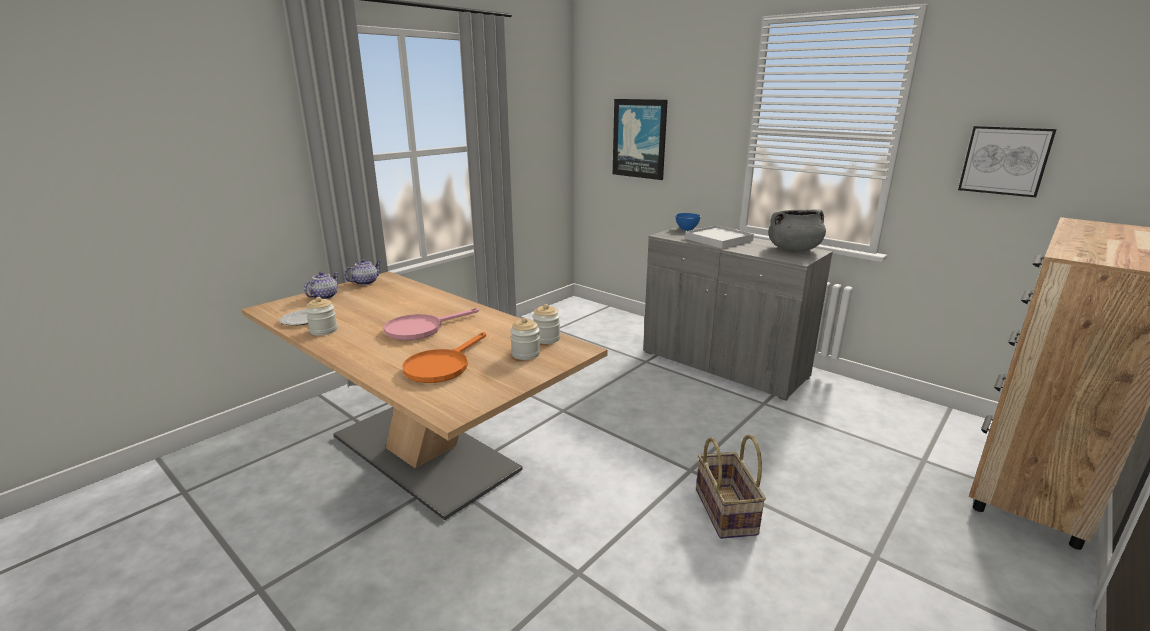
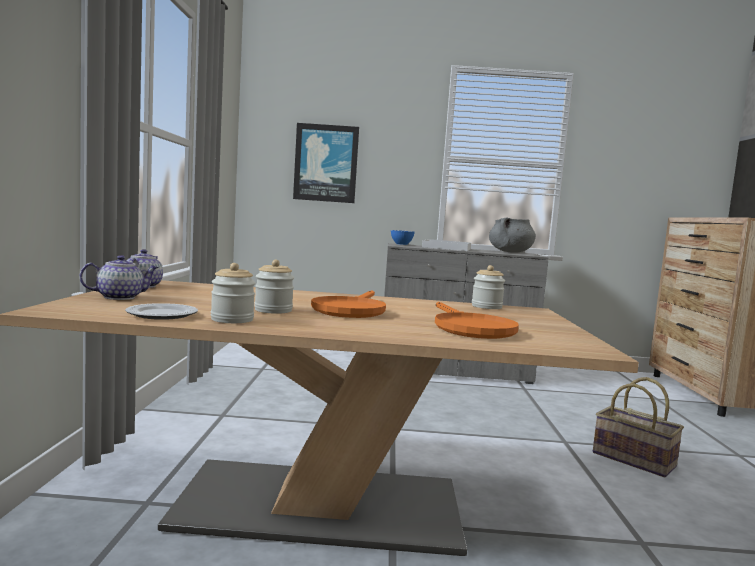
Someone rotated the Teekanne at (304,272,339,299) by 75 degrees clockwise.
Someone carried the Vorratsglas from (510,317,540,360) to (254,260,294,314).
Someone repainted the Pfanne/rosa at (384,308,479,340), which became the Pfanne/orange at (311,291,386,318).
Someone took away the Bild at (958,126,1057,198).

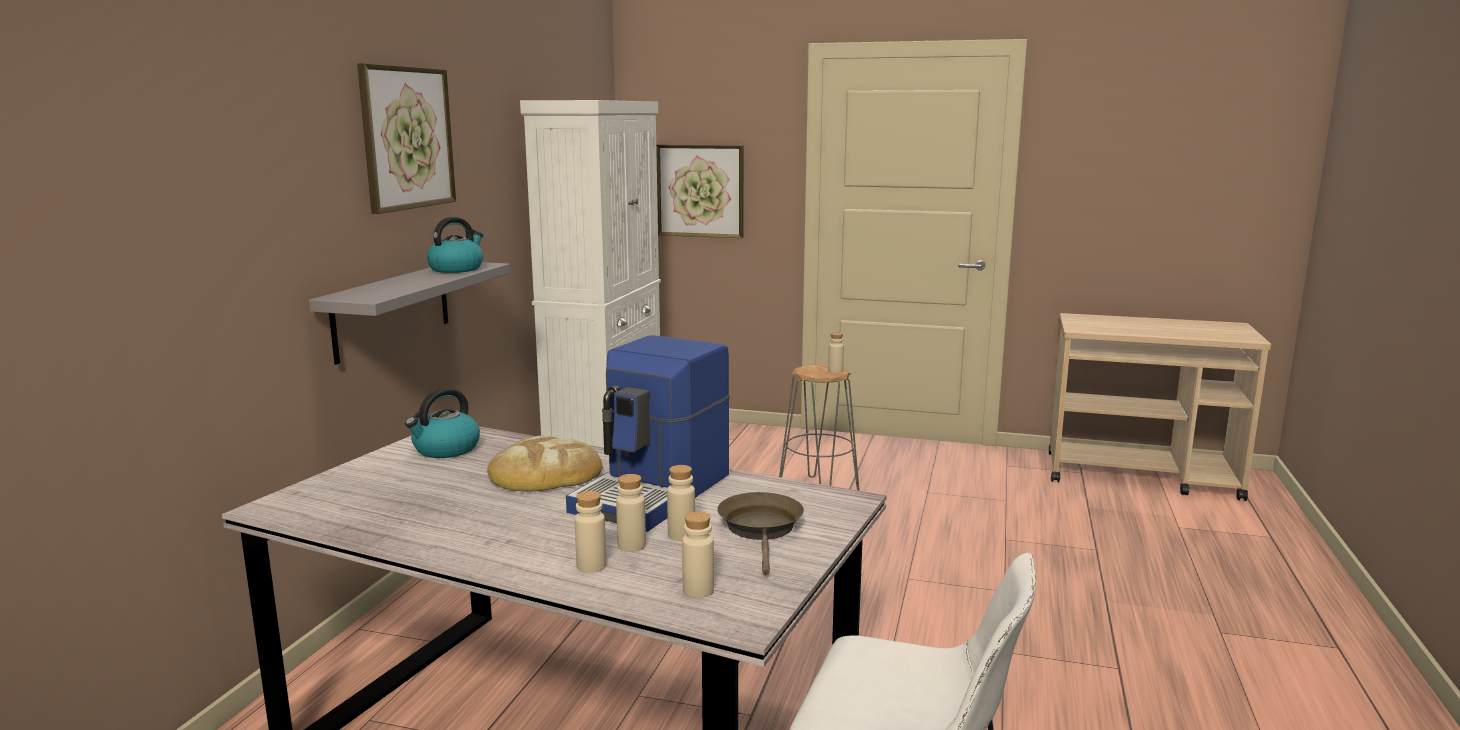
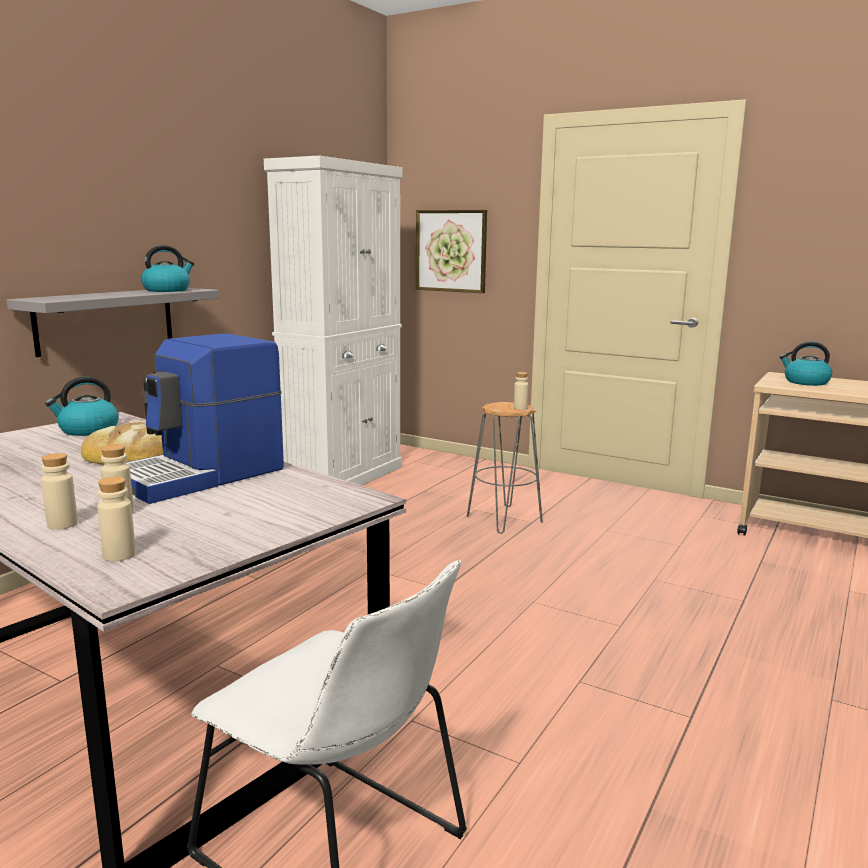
Someone put down the Wasserkessel at (779,342,832,386).
Someone took away the Bild at (357,63,456,214).
Someone took away the Flasche/beige at (667,465,695,541).
Someone took away the Pfanne/braun at (717,492,804,575).

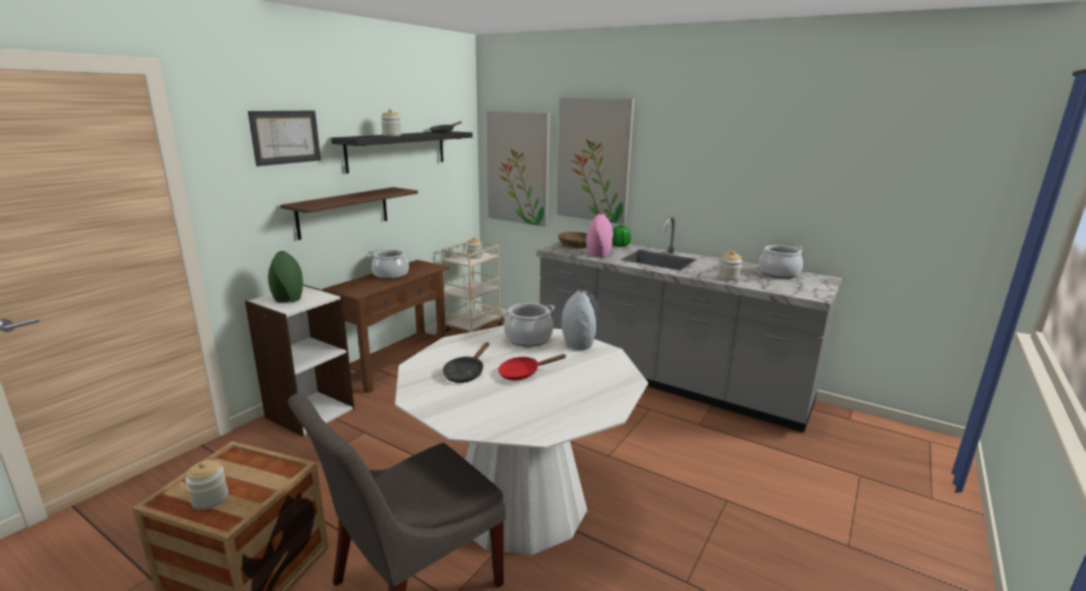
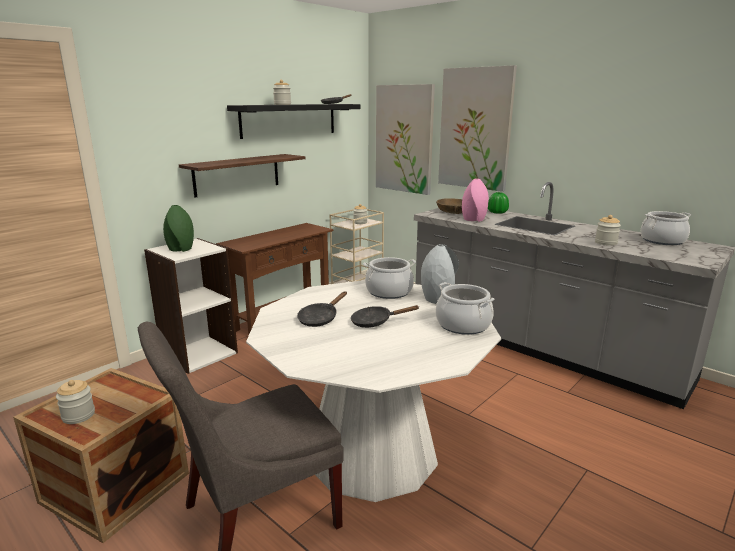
Someone repainted the Pfanne/rot at (498,354,567,380), which became the Pfanne/schwarz at (351,305,419,328).
Someone carried the Kochtopf from (371,249,409,279) to (436,282,494,335).
Someone took away the Bild at (248,110,321,166).

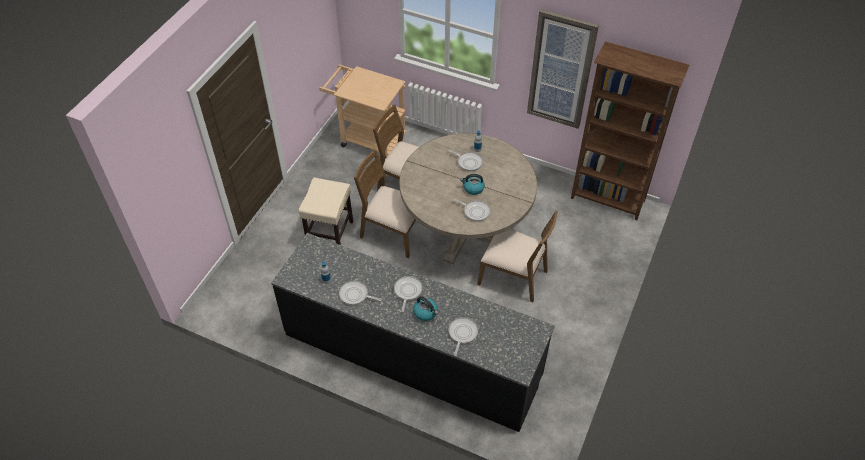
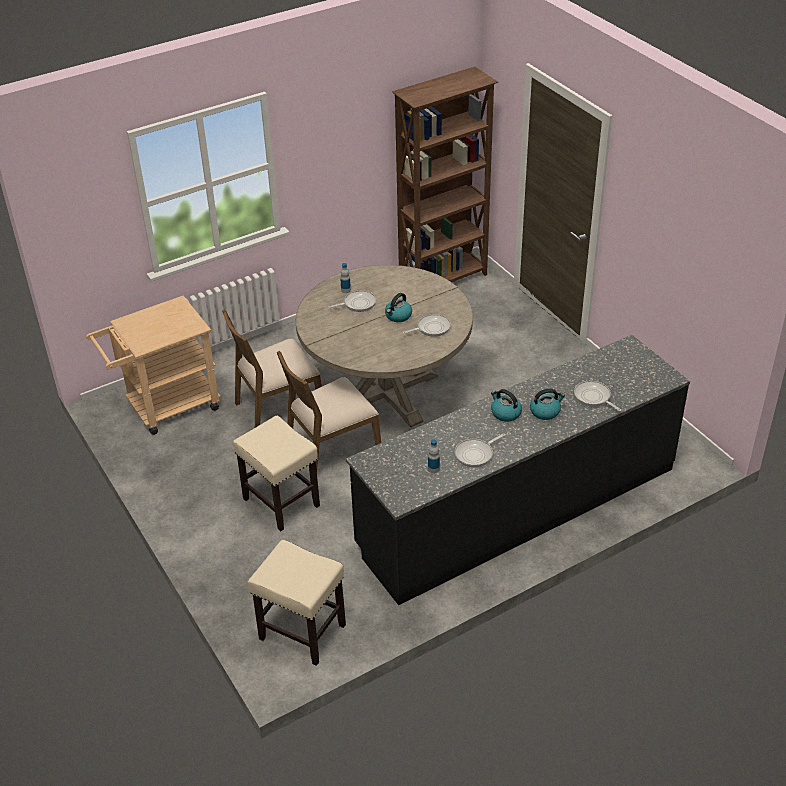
Someone put down the Hocker/beige at (248,540,346,666).
Someone swapped the Pfanne at (394,276,423,312) for the Wasserkessel at (491,389,522,422).
Someone took away the Stuhl/braun at (477,211,558,302).
Someone took away the Bild at (527,9,599,129).

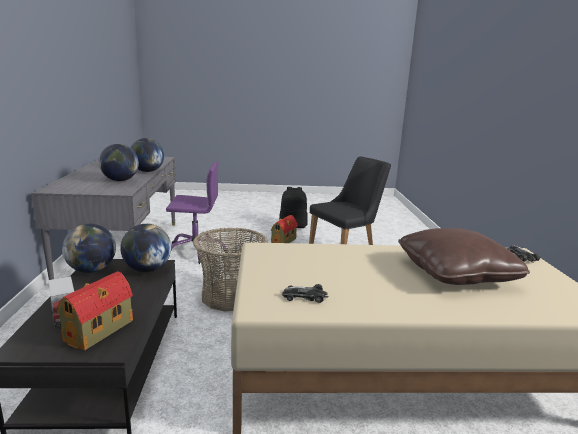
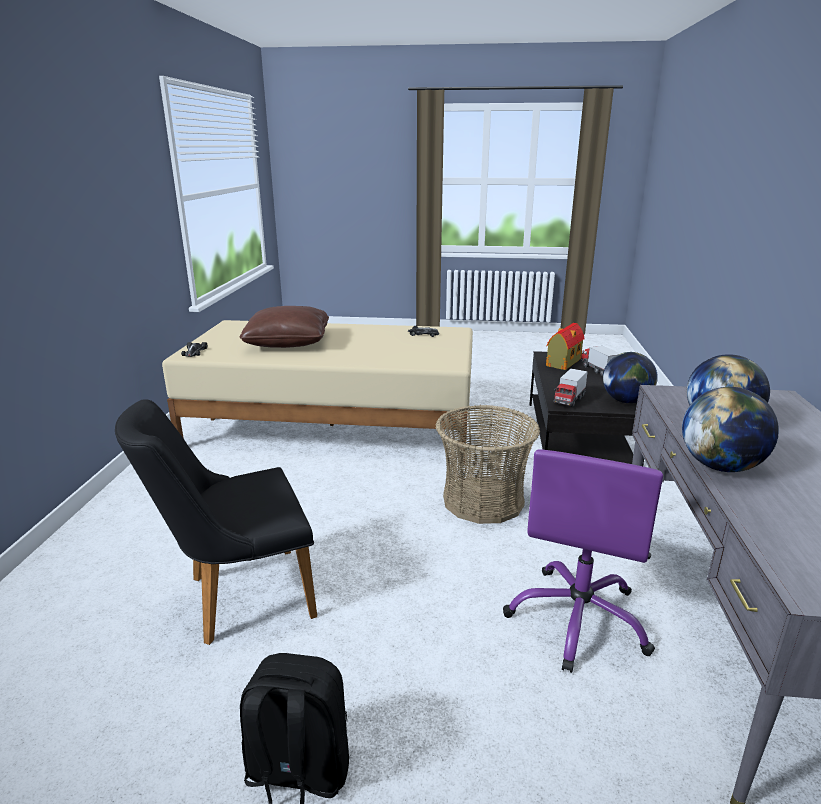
Someone rotated the Bürostuhl/lila at (166,161,229,264) by 75 degrees counterclockwise.
Someone swapped the Globus at (120,224,171,272) for the Spielzeuglaster at (554,368,588,407).
Someone took away the Spielzeughaus at (271,215,298,243).

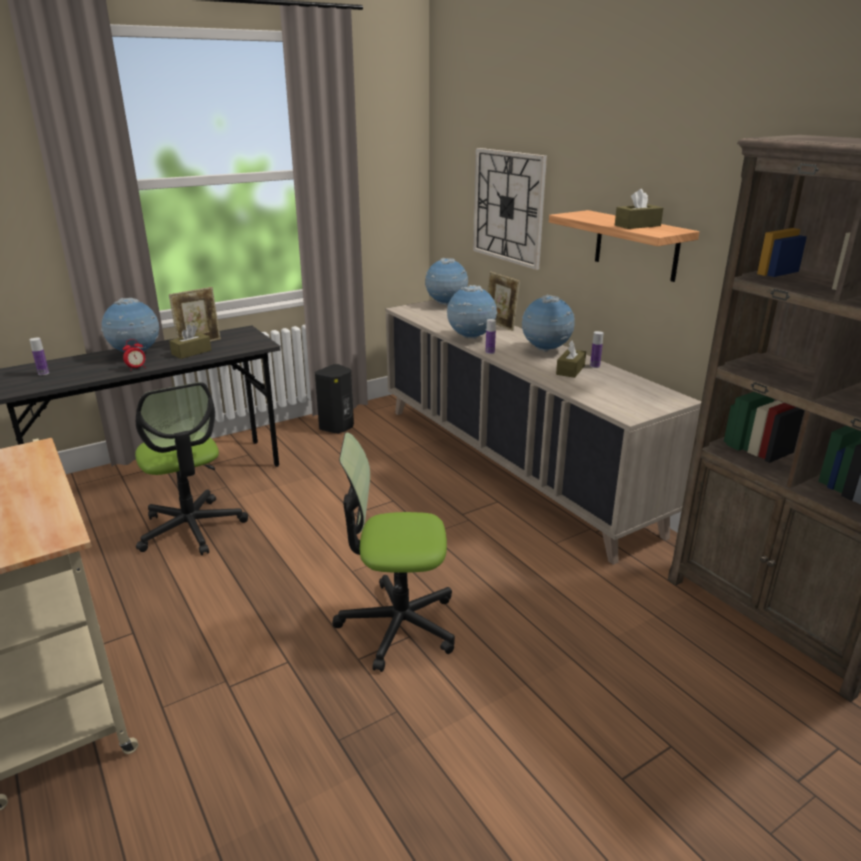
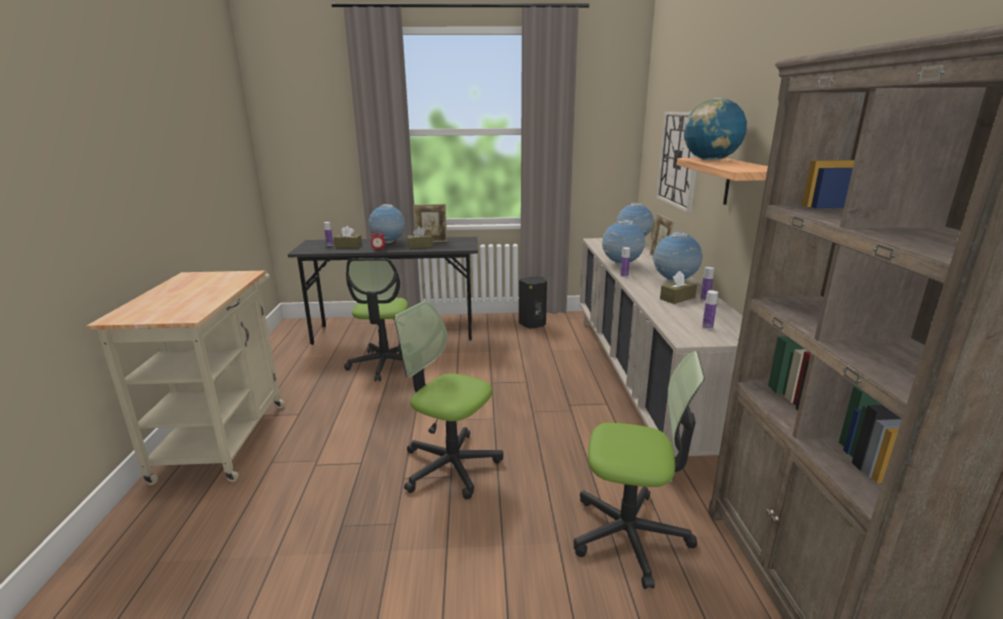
Someone carried the Taschentuchbox/braun from (615,189,663,229) to (334,226,362,248).
Someone put down the Bürostuhl at (574,351,705,589).
Someone put down the Globus at (684,98,747,161).
Someone put down the Flasche at (702,290,718,329).

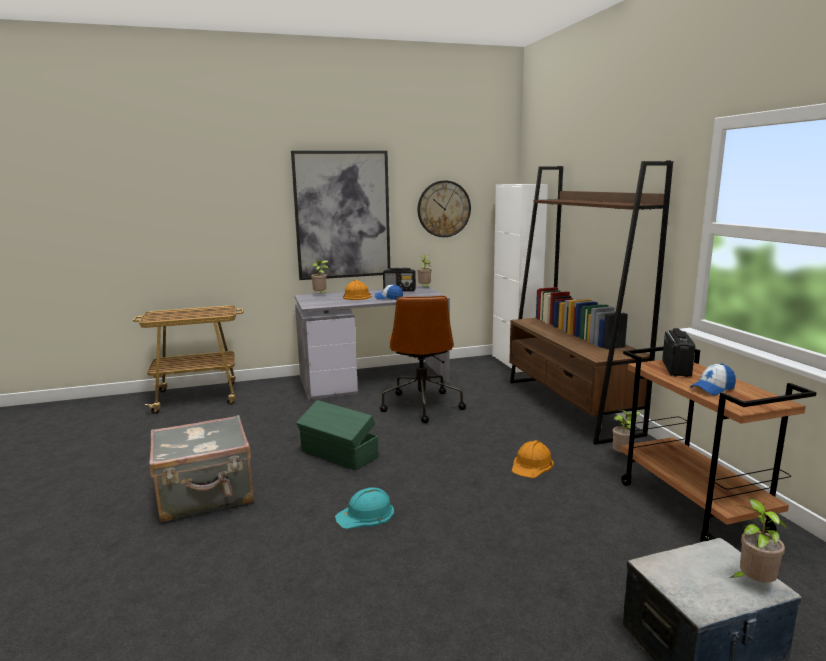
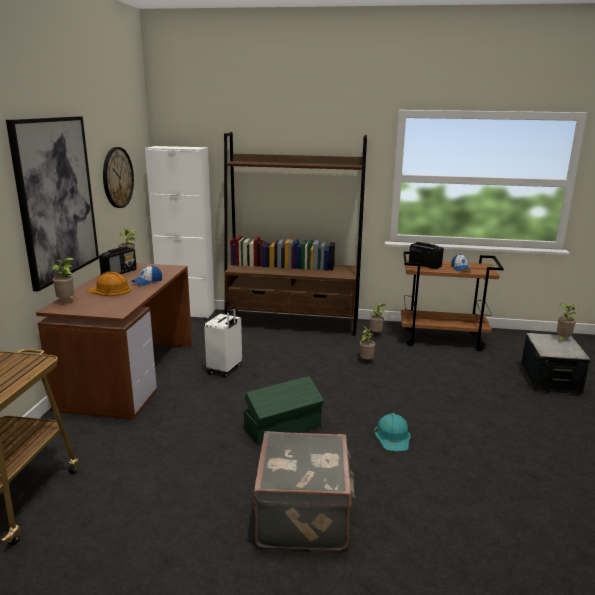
Someone repainted the Schreibtisch/grau at (294,286,450,400), which became the Schreibtisch/braun at (36,263,192,420).
Someone swapped the Bürostuhl/braun at (380,296,466,423) for the Koffer/weiß at (204,306,242,377).
Someone swapped the Schutzhelm/orange at (512,440,554,478) for the Topfpflanze at (360,326,375,360).

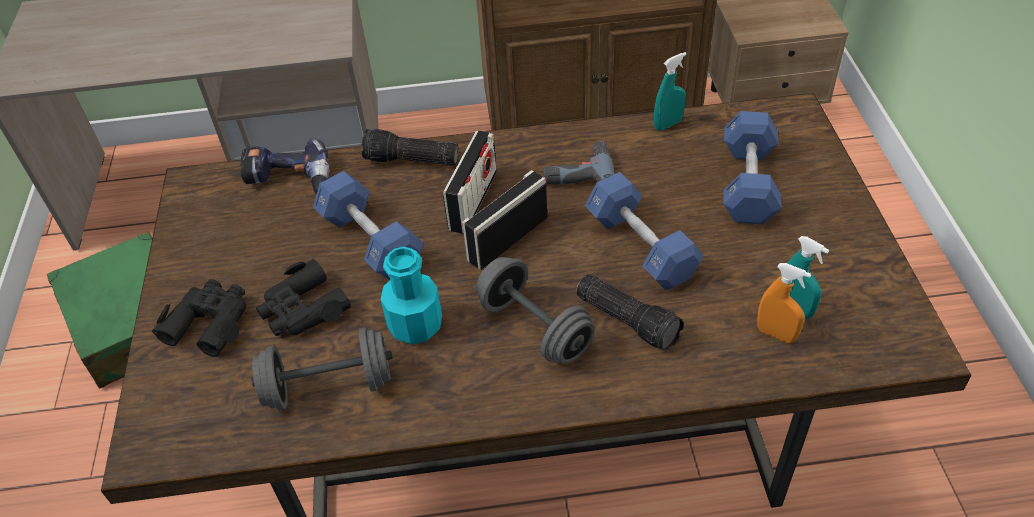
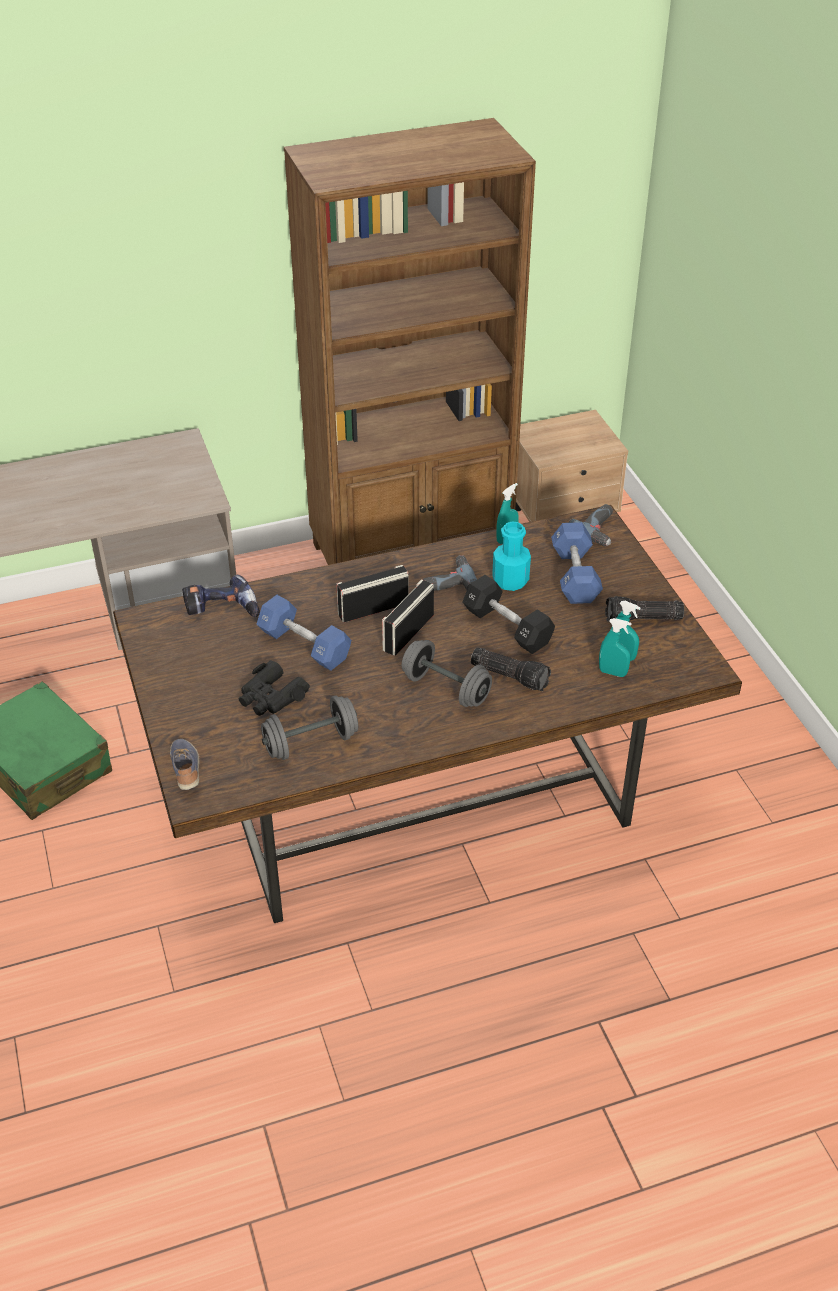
Someone put down the Schuh at (170,739,200,790).
Someone rotated the Radio at (443,131,497,234) by 120 degrees counterclockwise.
Someone repainted the Hantel/blau at (585,172,704,290), which became the Hantel/schwarz at (463,575,555,654).
Someone carried the Flasche/türkis from (380,247,442,344) to (492,521,531,591).
Someone put down the Bohrmaschine at (568,504,613,546).
Someone repainted the Sprühflasche/orange at (757,263,811,343), which became the Sprühflasche/türkis at (599,618,632,677).
Someone carried the Taschenlampe from (362,129,458,166) to (605,596,684,622).
Someone took away the Fernglas/schwarz at (152,279,246,357).

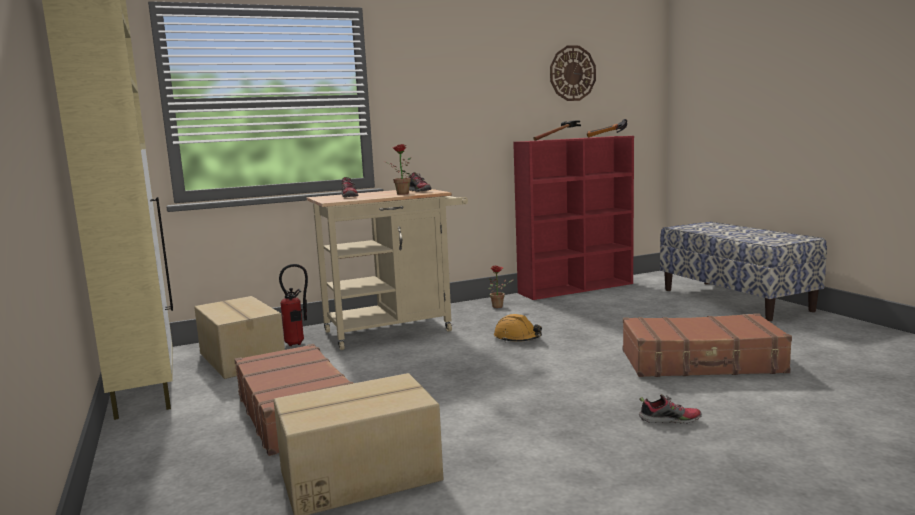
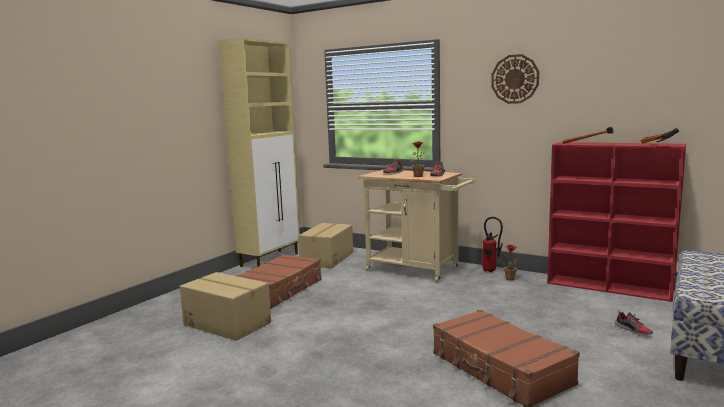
Someone carried the Feuerlöscher from (279,264,308,346) to (482,217,503,272).
Someone carried the Wanduhr from (550,46,596,101) to (491,54,539,104).
Someone carried the Schuh from (639,394,702,424) to (615,310,653,336).
Someone took away the Schutzhelm/orange at (494,314,542,342).

